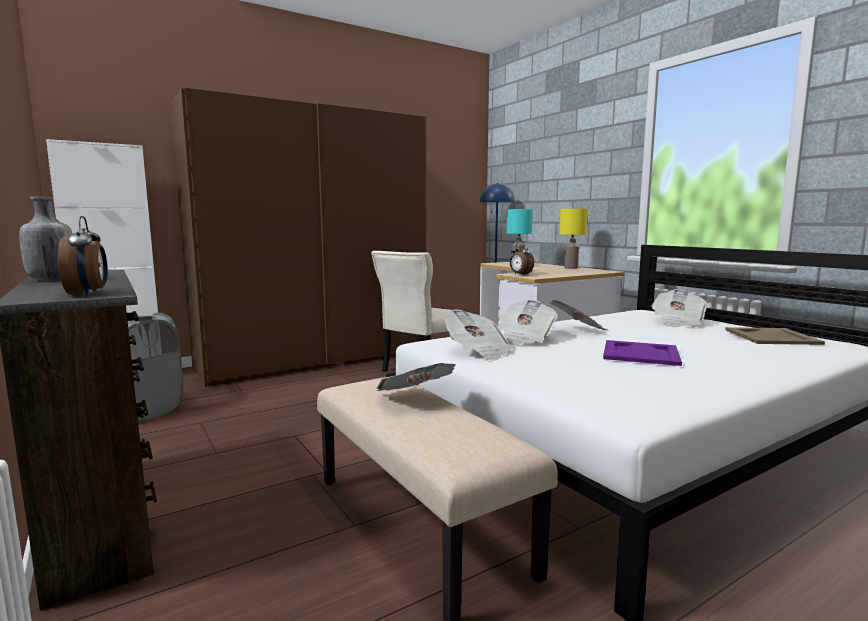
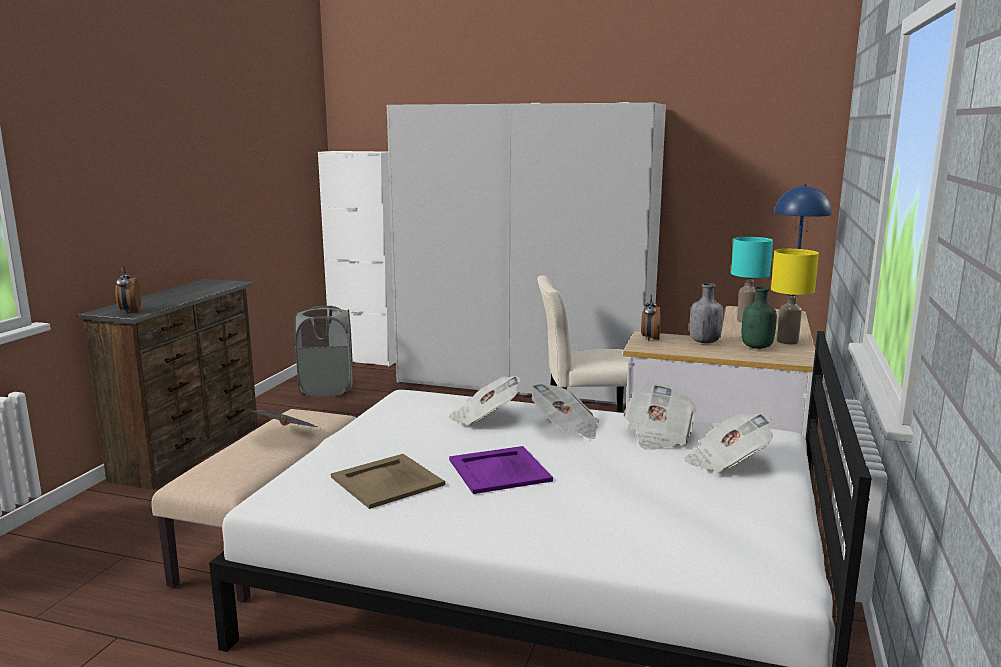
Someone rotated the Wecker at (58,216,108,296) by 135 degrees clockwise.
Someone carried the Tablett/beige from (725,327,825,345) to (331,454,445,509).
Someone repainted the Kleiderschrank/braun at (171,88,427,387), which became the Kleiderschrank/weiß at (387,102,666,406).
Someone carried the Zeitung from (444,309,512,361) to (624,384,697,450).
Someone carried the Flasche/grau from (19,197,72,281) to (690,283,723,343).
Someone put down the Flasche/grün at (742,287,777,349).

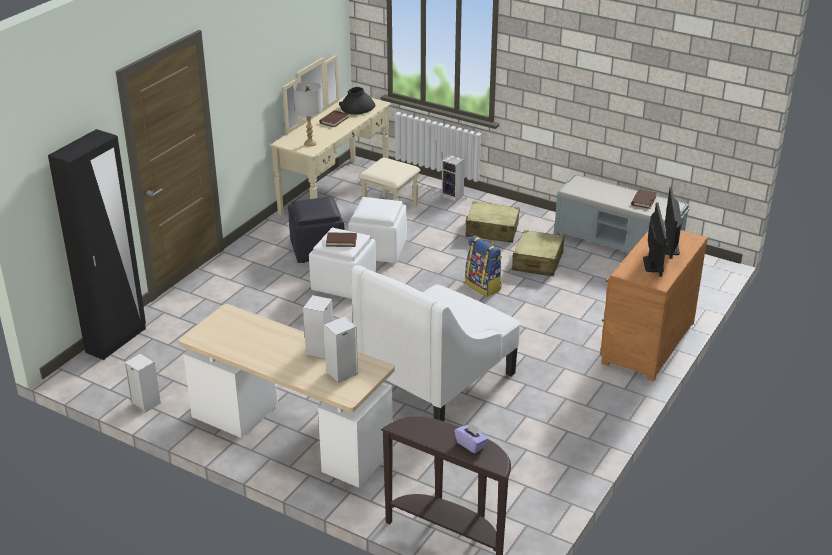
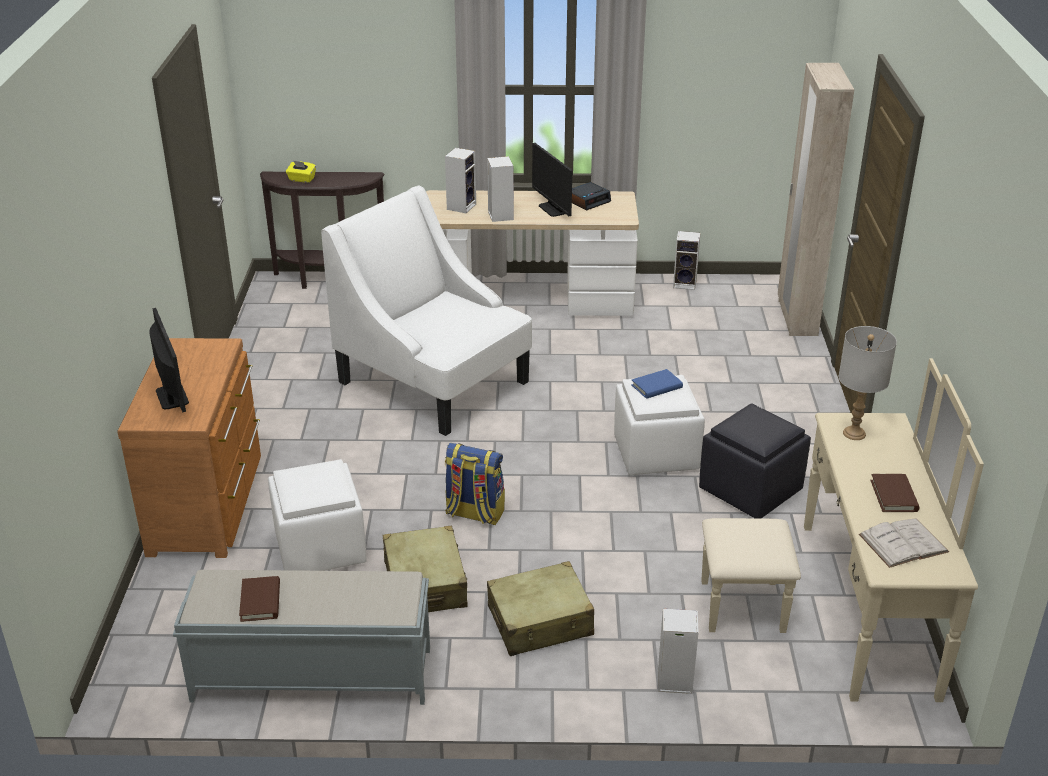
Someone carried the Polsterhocker/weiß from (348,197,407,263) to (268,459,367,571).
Someone repainted the Taschentuchbox/lila at (454,423,488,454), which became the Taschentuchbox/gelb at (286,161,316,183).
Someone rotated the Sessel/weiß at (351,265,520,422) by 60 degrees counterclockwise.
Someone carried the Monitor from (643,203,667,277) to (532,143,572,217).
Someone put down the Wecker at (572,182,611,211).
Someone repainted the Buch/braun at (326,232,357,247), which became the Buch/blau at (631,369,683,399).
Someone repainted the Kleiderschrank/schwarz at (48,129,146,360), which became the Kleiderschrank/beige at (778,63,855,336).
Someone swapped the Vase/schwarz at (339,87,375,115) for the Buch/weiß at (859,518,949,568).

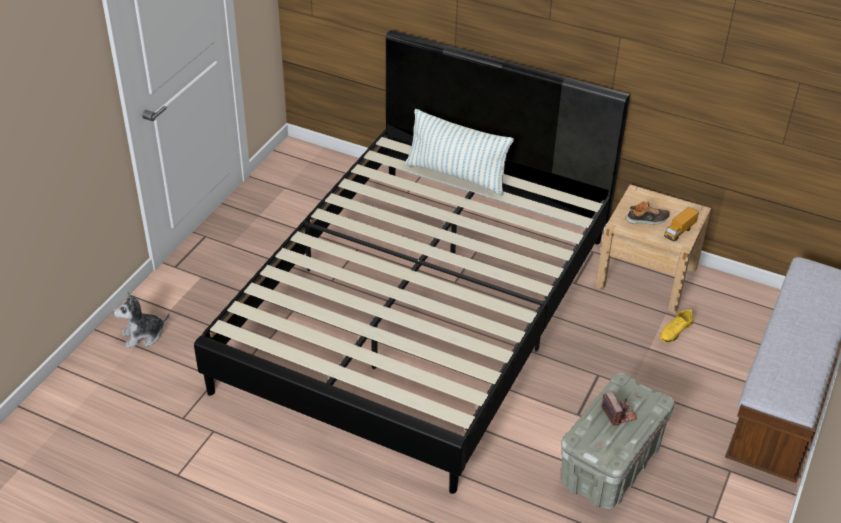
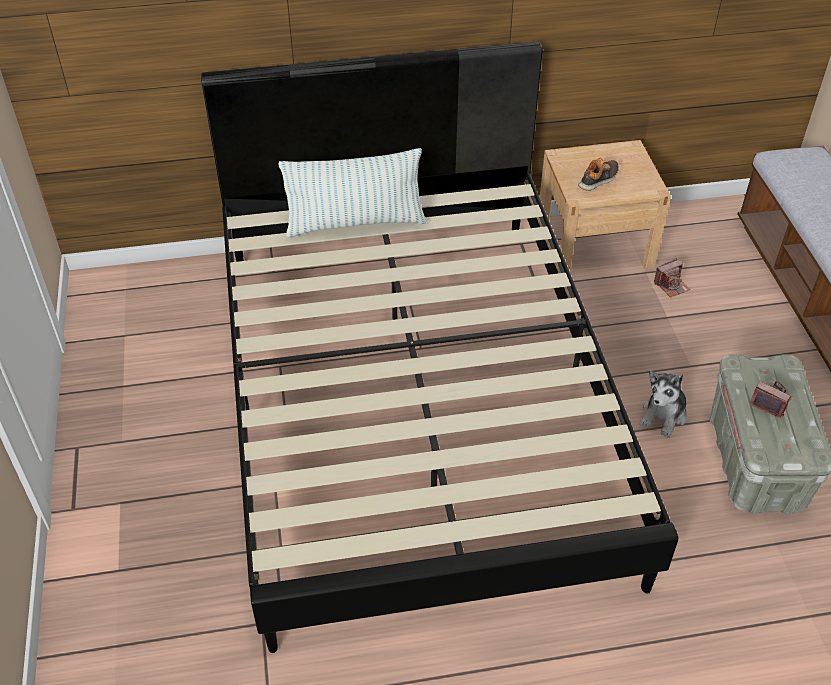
Someone carried the Plüschtier from (113,291,170,348) to (640,371,687,437).
Someone swapped the Schuh/gelb at (660,309,694,343) for the Kamera at (654,258,690,298).
Someone took away the Spielzeuglaster at (664,207,699,242).

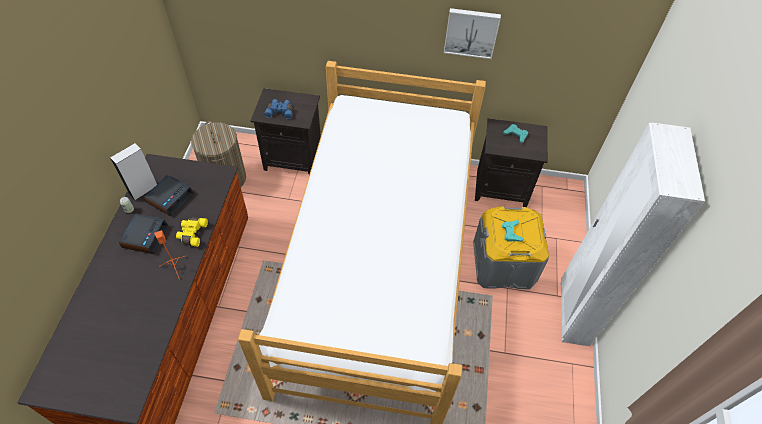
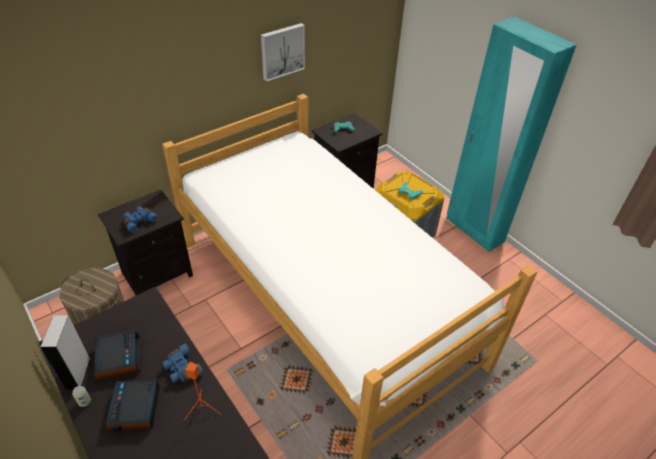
Someone rotated the Wecker at (119,214,169,254) by 150 degrees counterclockwise.
Someone repainted the Fernglas/gelb at (176,217,208,247), which became the Fernglas/blau at (162,343,204,383).
Someone repainted the Kleiderschrank/weiß at (560,123,705,346), which became the Kleiderschrank/türkis at (446,16,577,252).

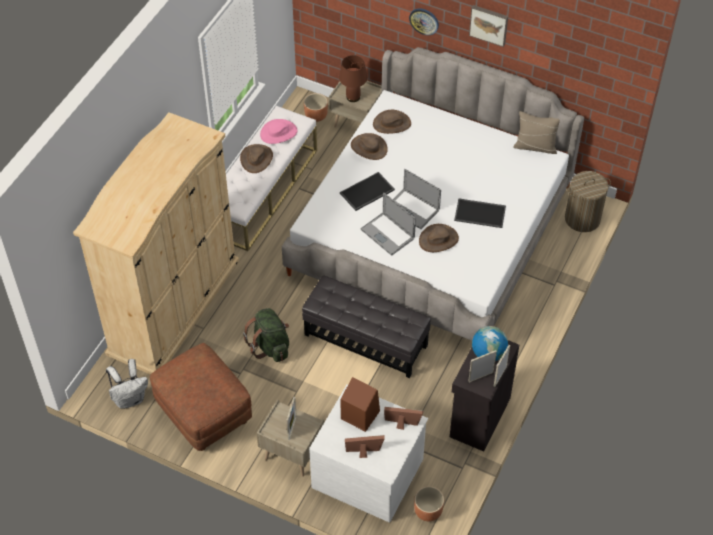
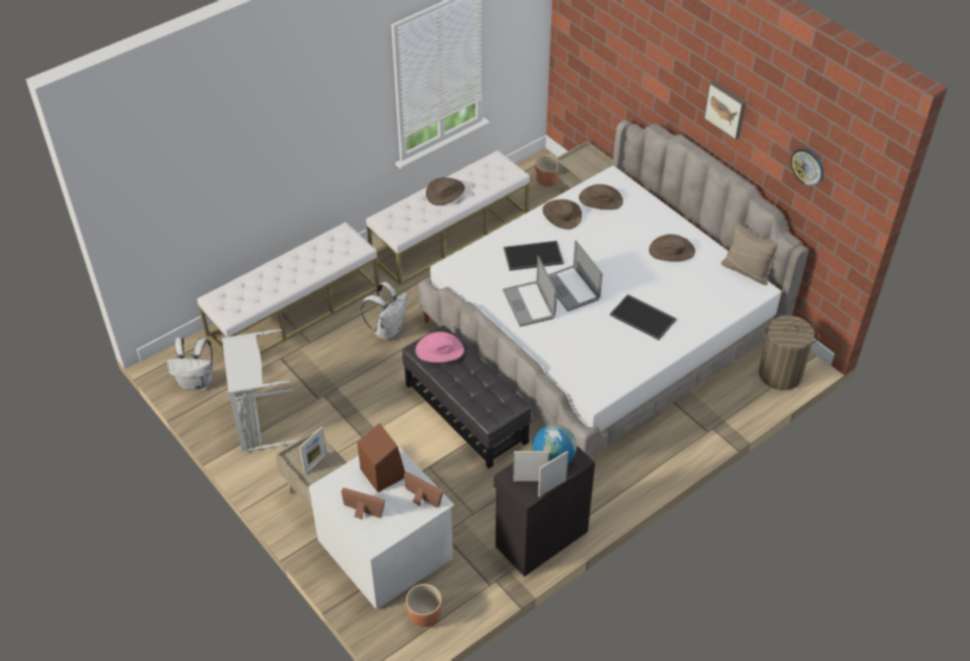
Someone swapped the Kleiderschrank/beige at (73,112,239,375) for the Bank/weiß at (197,222,380,356).
Someone swapped the Polsterhocker/braun at (150,343,252,451) for the Wäschekorb/grau at (222,329,298,453).
Someone put down the Rucksack/weiß at (361,282,408,341).
Someone carried the Hut/rosa from (260,119,298,144) to (415,332,464,362).
Someone carried the Hut/braun from (419,224,459,252) to (649,234,695,261).
Someone carried the Wanduhr from (409,8,439,35) to (790,148,824,186).
Someone took away the Rucksack/grün at (243,308,289,362).
Someone took away the Tischlampe/braun at (339,55,367,102).

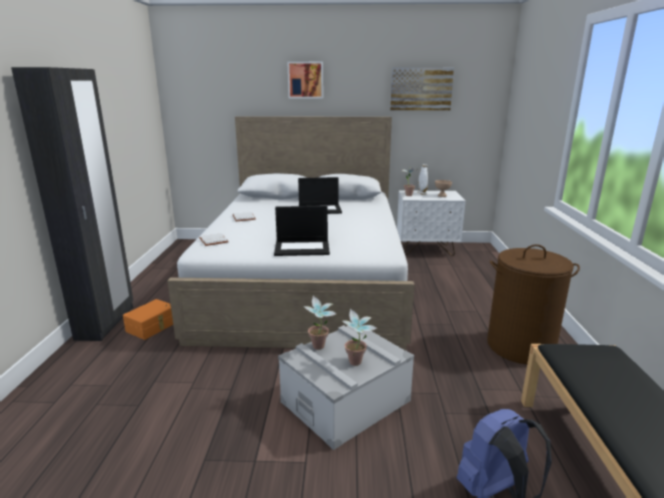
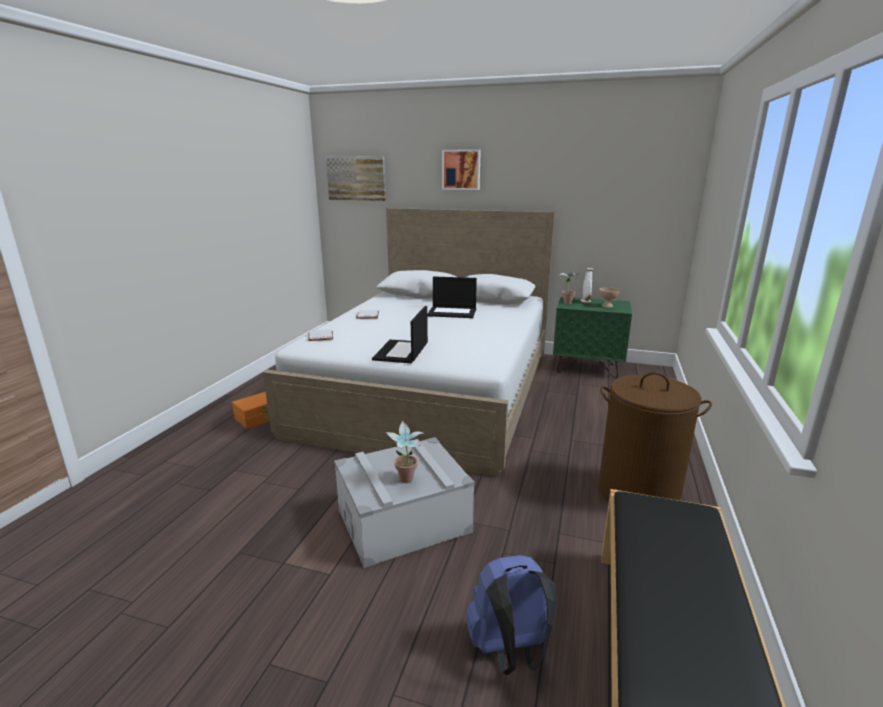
Someone carried the Bild from (390,67,454,111) to (326,156,386,201).
Someone rotated the Laptop at (274,206,330,256) by 90 degrees clockwise.
Someone repainted the Nachttisch/weiß at (397,190,466,256), which became the Nachttisch/grün at (553,297,632,378).
Someone took away the Kleiderschrank/schwarz at (11,67,134,341).
Someone took away the Topfpflanze at (304,296,336,350).

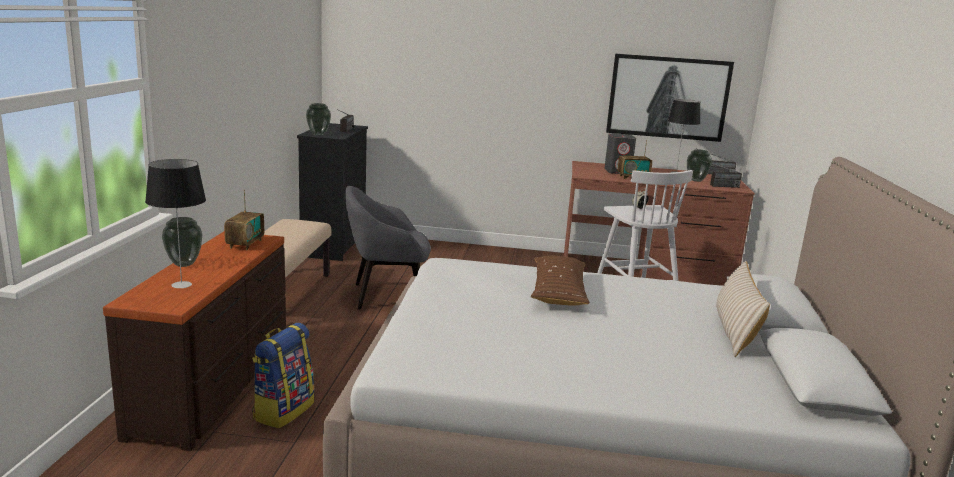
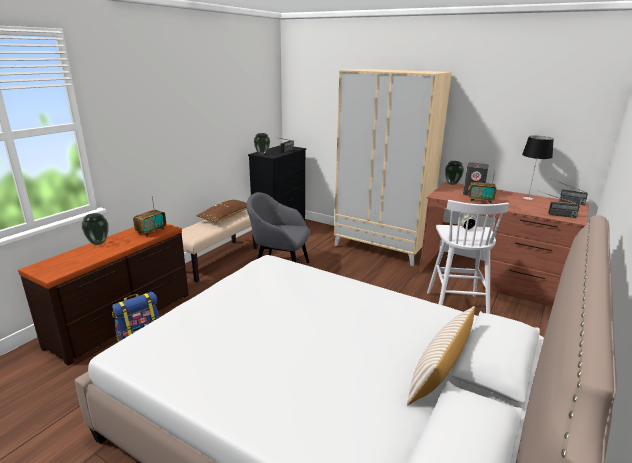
Someone carried the Kissen/braun from (531,256,590,306) to (196,200,247,222).
Someone put down the Kleiderschrank/beige at (334,69,452,266).
Someone carried the Vase from (687,149,712,182) to (445,161,464,185).
Someone took away the Tischlampe at (145,159,206,288).
Someone took away the Bild at (606,54,734,142).

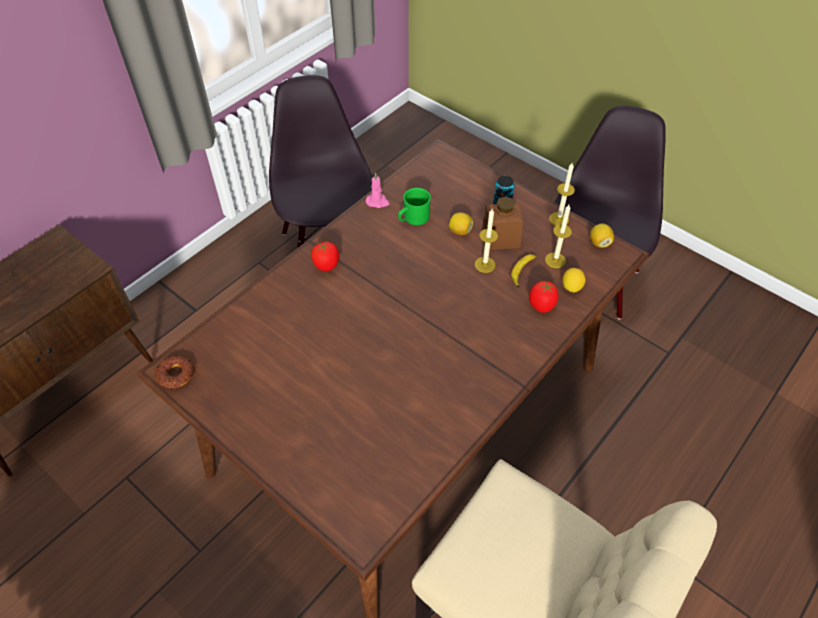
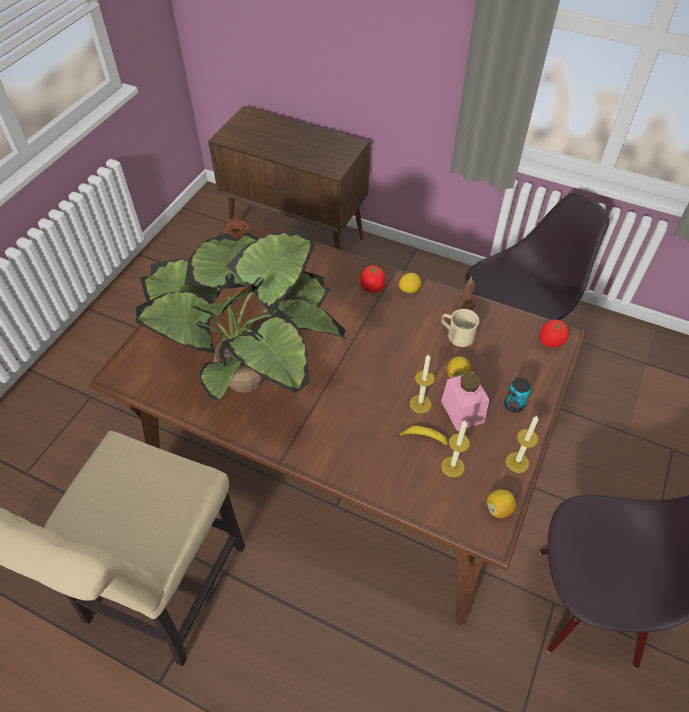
Someone put down the Topfpflanze at (136,229,348,400).
Someone carried the Zitrone from (563,268,586,293) to (399,273,421,293).
Someone repainted the Henkelbecher/grün at (398,188,431,225), which became the Henkelbecher/beige at (441,309,479,347).
Someone repainted the Vorratsglas/braun at (482,197,523,250), which became the Vorratsglas/rosa at (441,372,490,431).
Someone repainted the Kerze/rosa at (366,172,390,208), which became the Kerze/braun at (456,276,476,311).
Someone carried the Tomate from (529,281,558,313) to (540,319,569,348).

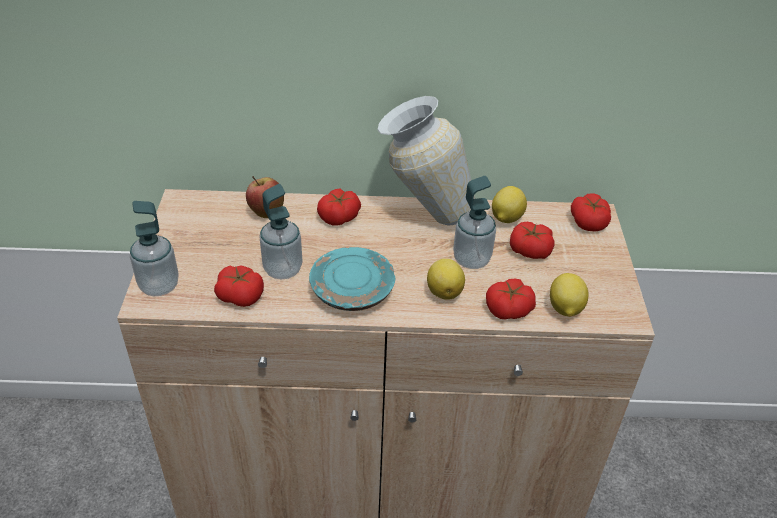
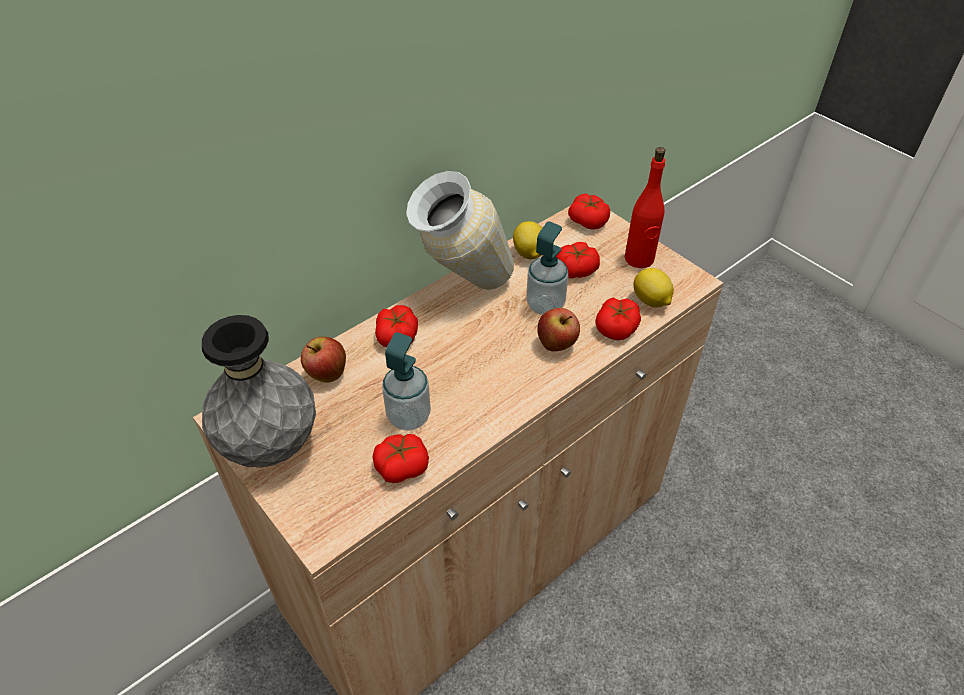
Someone put down the Vase/grau at (202,315,316,467).
Someone swapped the Zitrone at (427,259,465,300) for the Apfel at (537,308,580,351).
Someone put down the Flasche/rot at (625,147,666,268).
Someone took away the Seifenspender at (130,201,179,296).
Someone took away the Teller/türkis at (309,247,395,311).

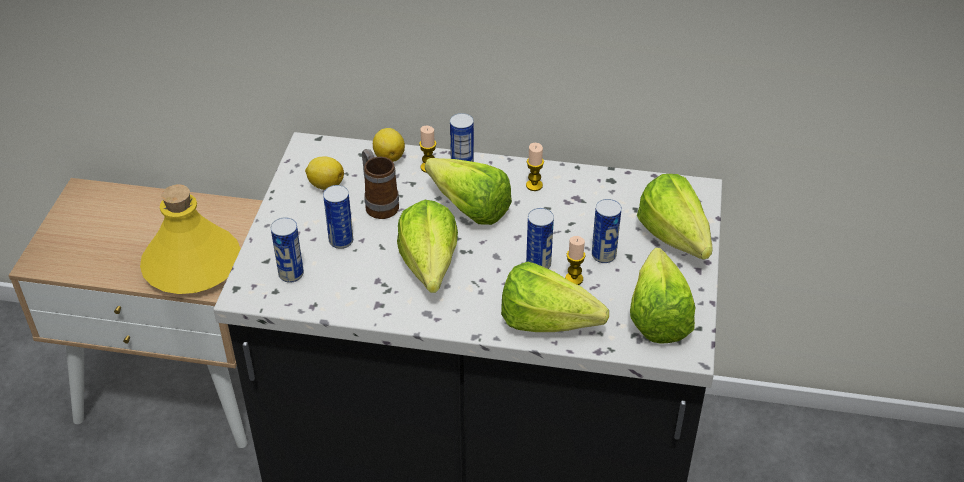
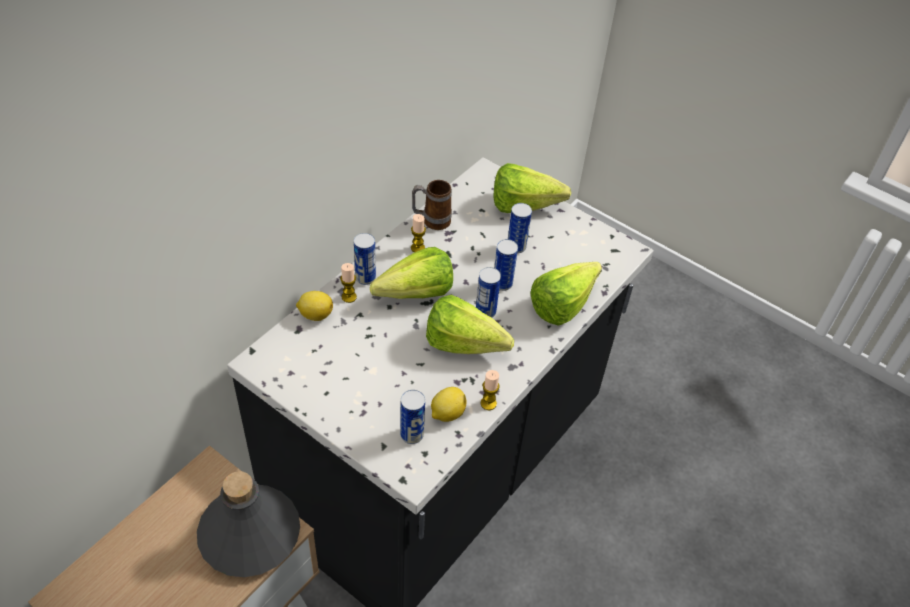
Someone repainted the Flasche/gelb at (140,184,241,294), which became the Flasche/grau at (197,471,300,577).
Someone carried the Henkelbecher from (362,149,399,219) to (412,180,452,230).
Someone carried the Zitrone from (305,156,344,190) to (431,387,466,422).
Someone carried the Dose from (323,185,353,249) to (476,267,501,318).
Someone carried the Kerze from (565,236,586,285) to (480,370,500,410).
Someone took away the Salatkopf at (630,248,695,344).

